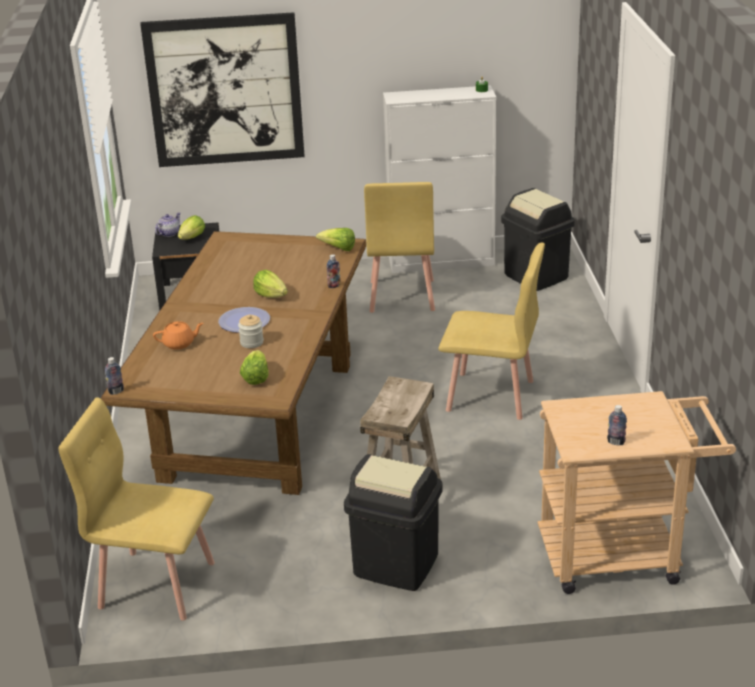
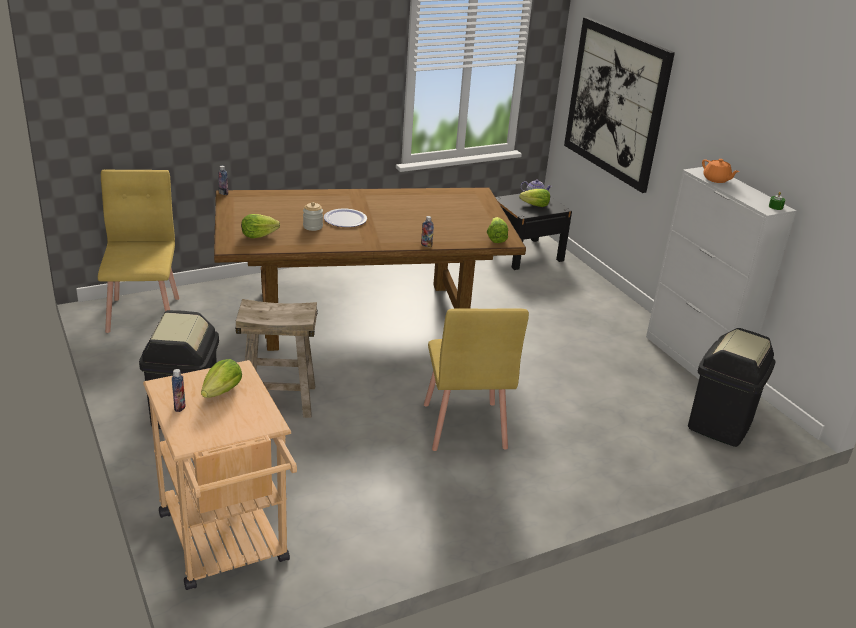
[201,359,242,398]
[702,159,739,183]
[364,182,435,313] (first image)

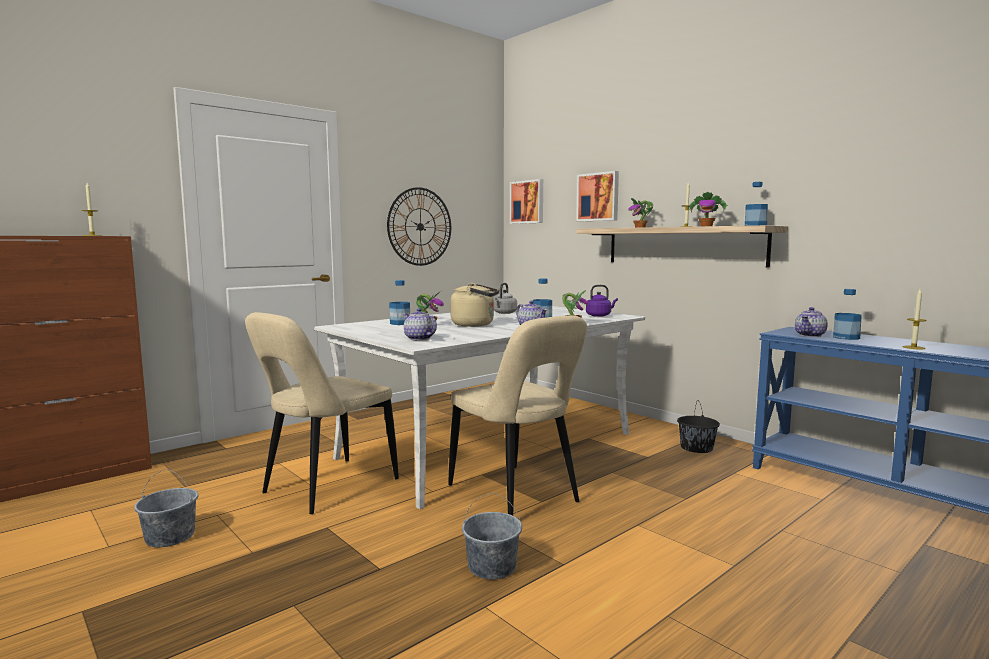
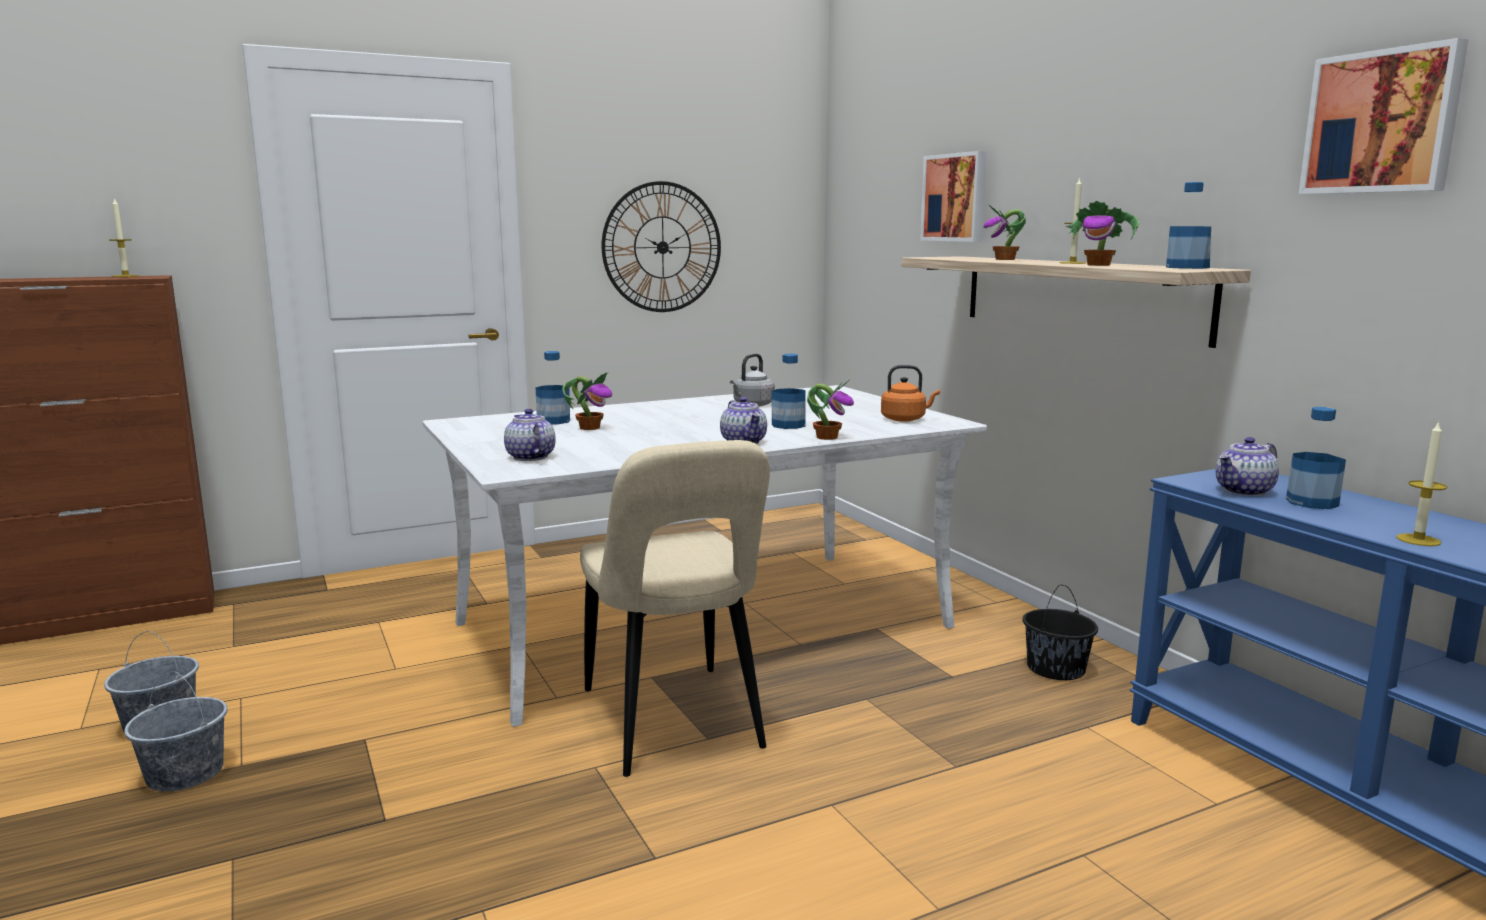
[124,671,227,791]
[881,365,940,422]
[1299,38,1469,194]
[245,312,399,514] (first image)
[450,283,499,327] (first image)

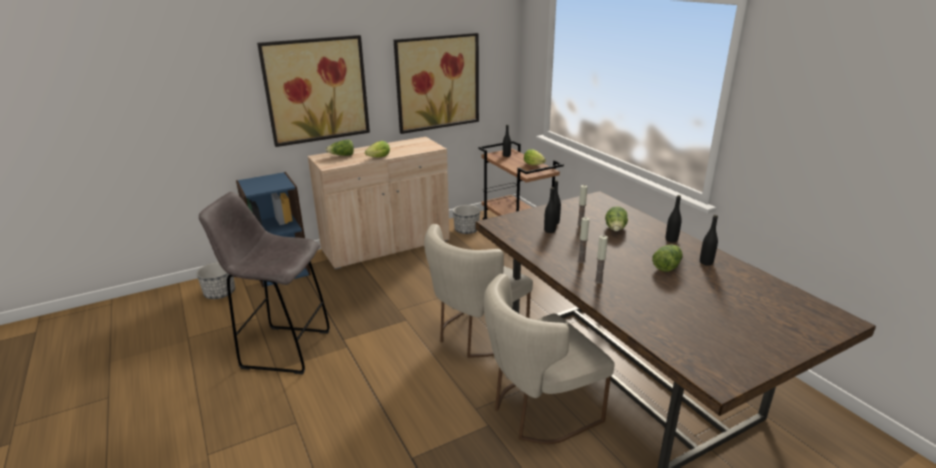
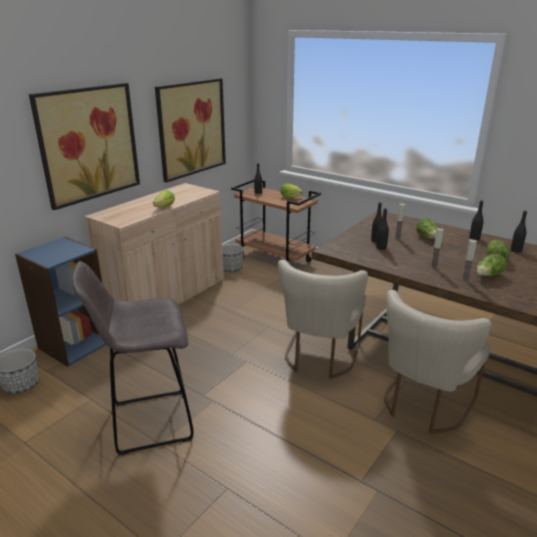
[477,254,506,276]

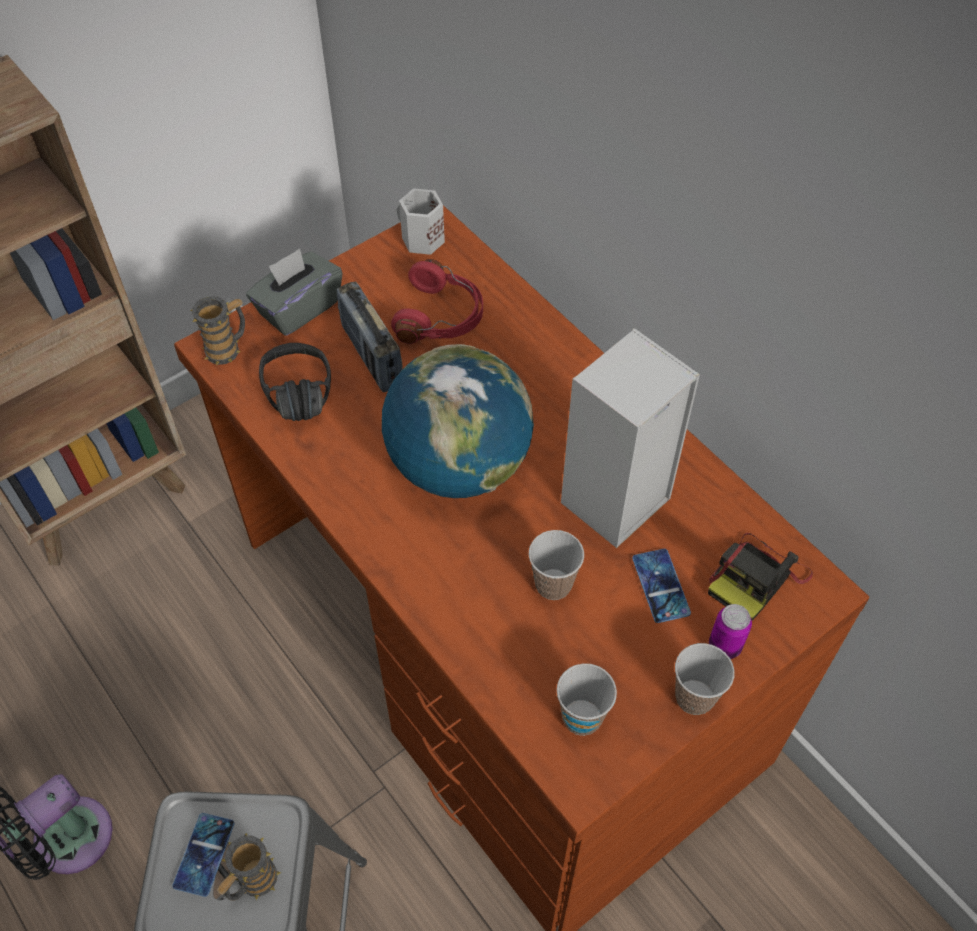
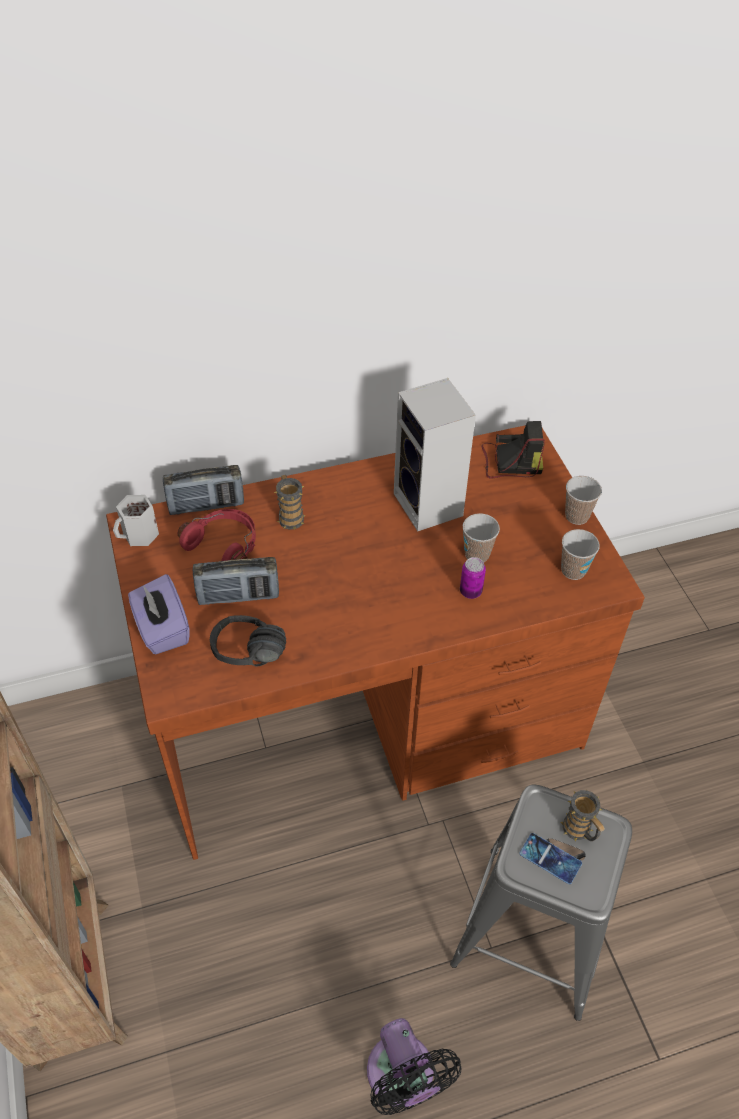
[128,574,190,654]
[163,465,244,515]
[274,475,306,530]
[460,557,486,599]
[482,421,545,479]
[382,344,534,498] (first image)
[632,549,691,623] (first image)

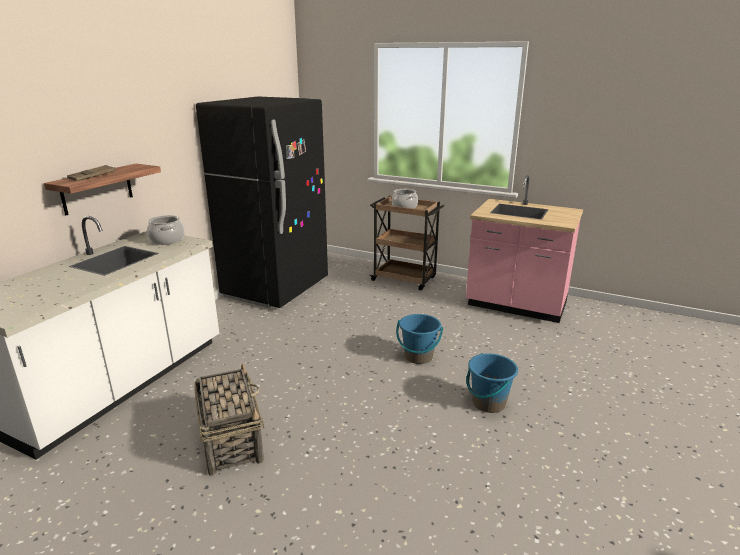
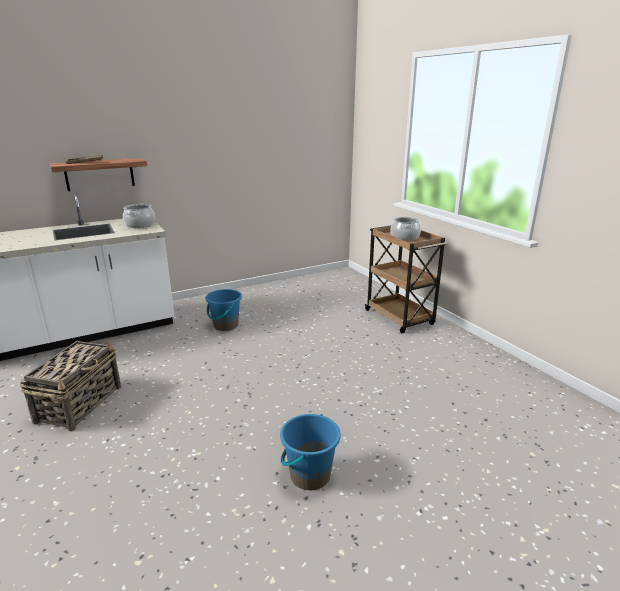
[205,289,242,331]
[196,97,328,308] (first image)
[466,175,583,323] (first image)

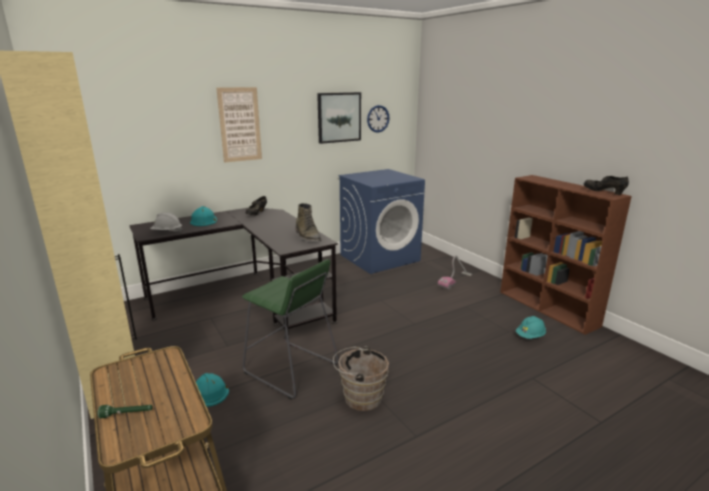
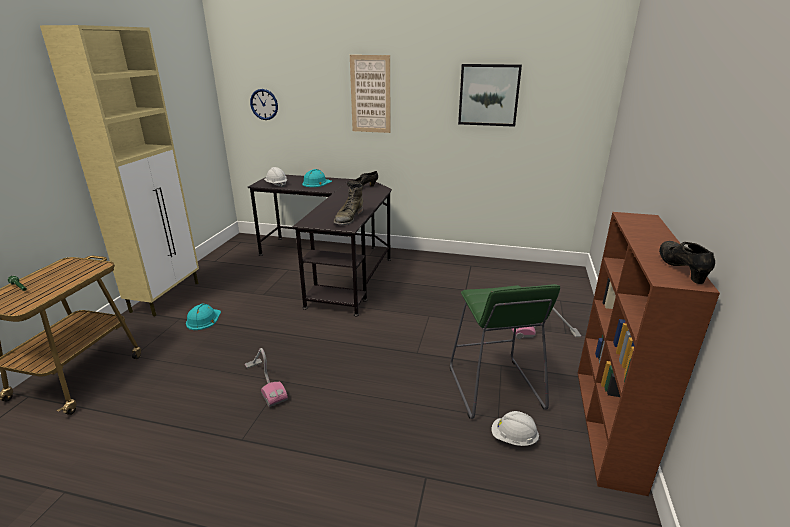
[245,348,288,407]
[250,89,278,120]
[450,284,560,419]
[492,411,539,446]
[339,169,425,274] (first image)

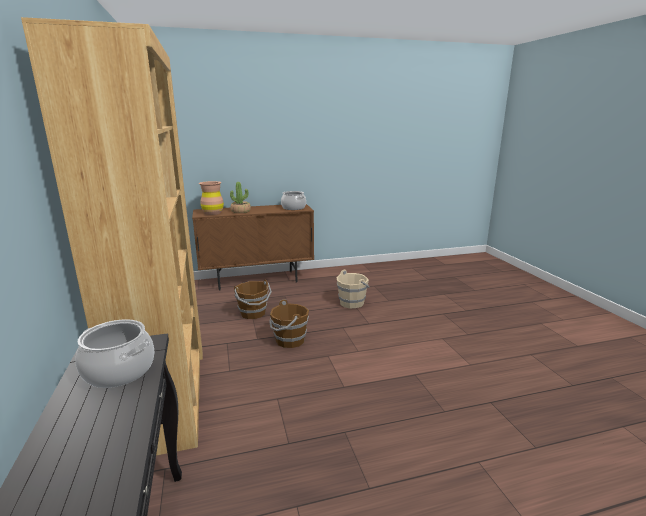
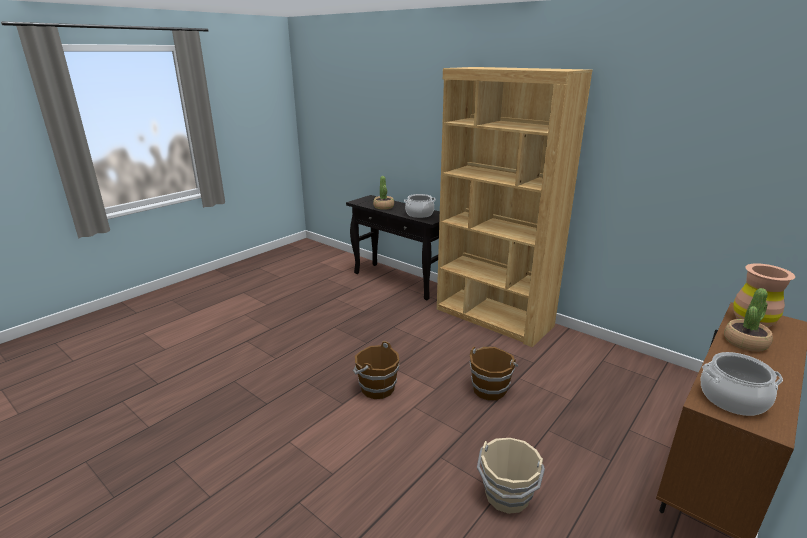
[353,341,399,399]
[373,176,394,210]

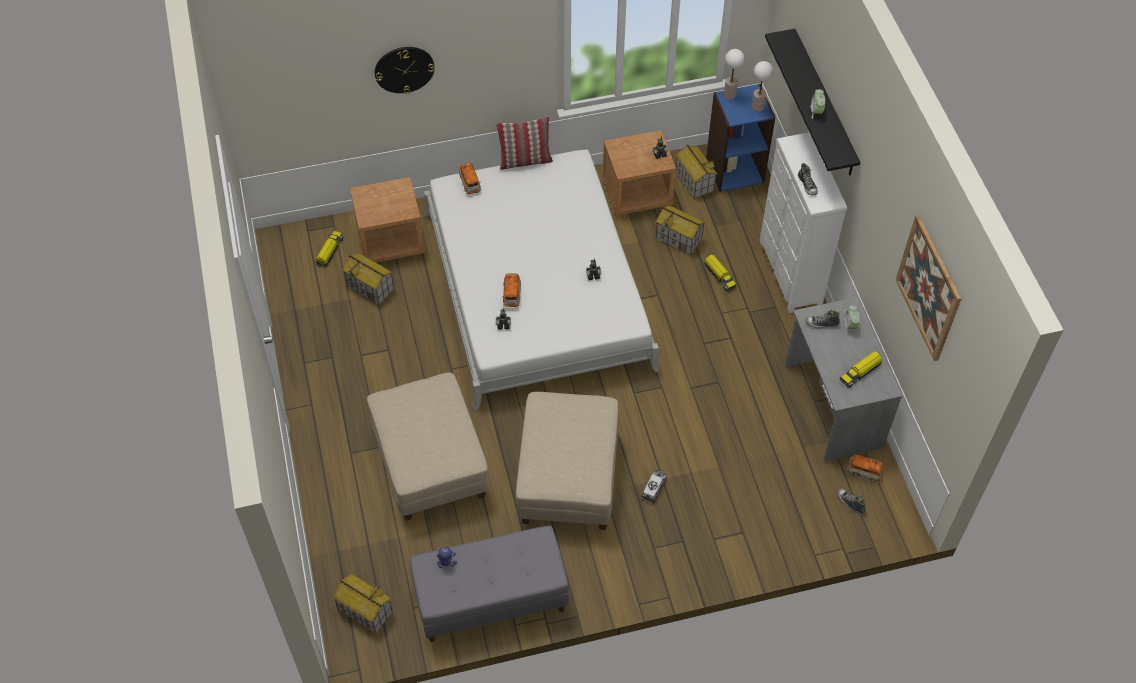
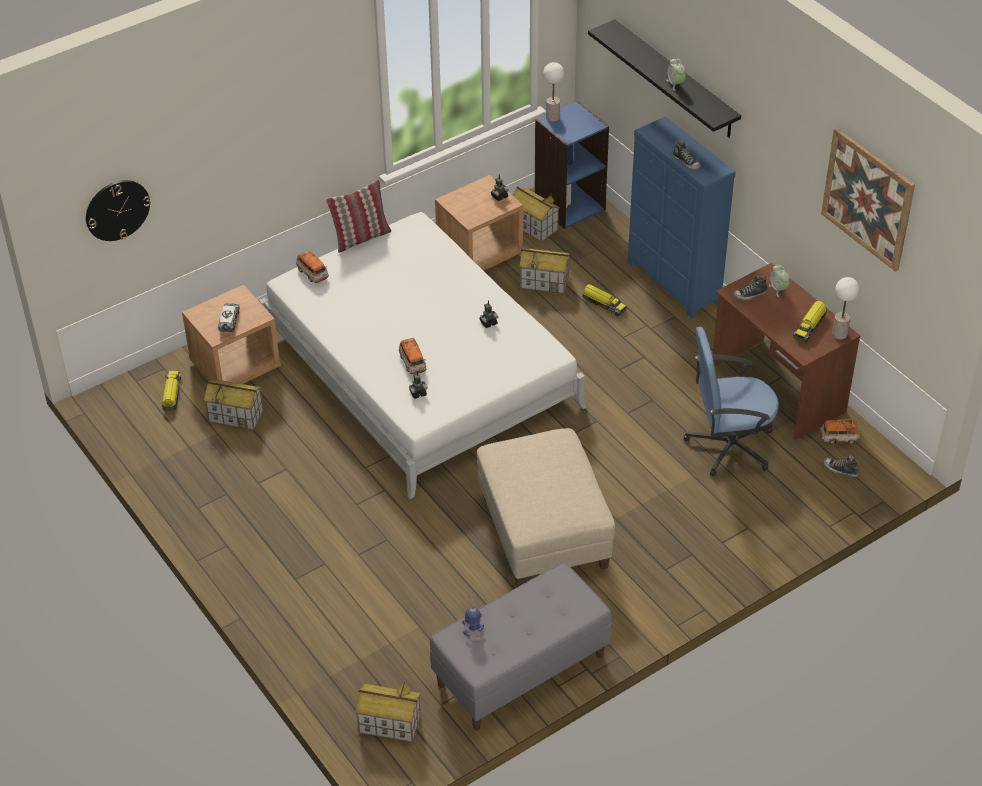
[86,180,151,241]
[218,303,240,332]
[628,116,736,318]
[683,327,779,476]
[713,263,860,440]
[832,277,860,340]
[367,373,488,521] (first image)

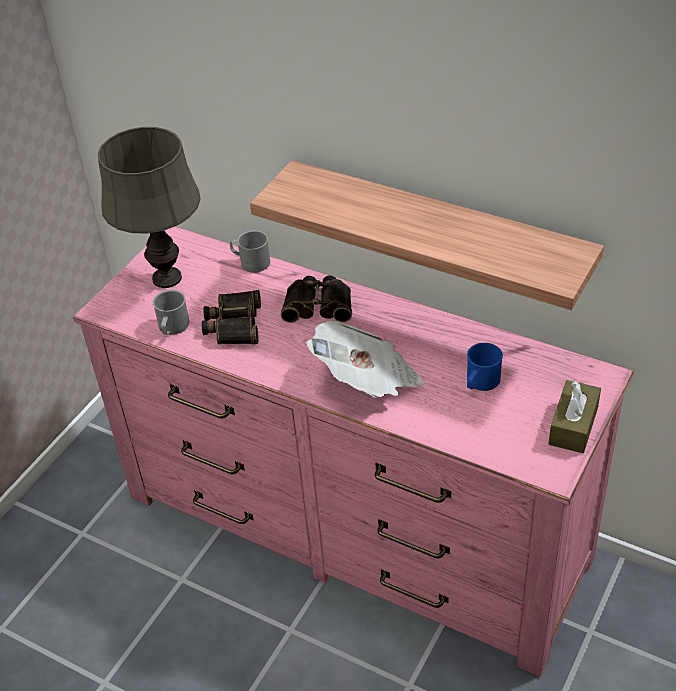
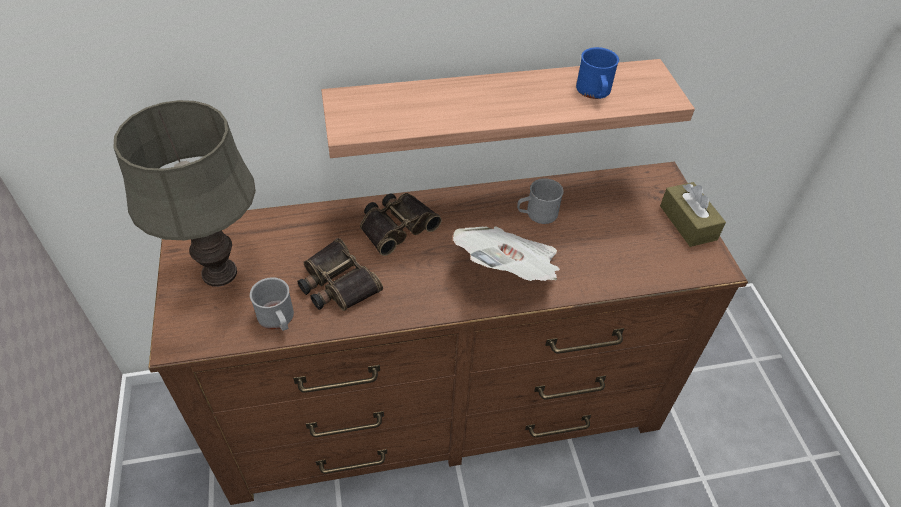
[149,162,748,505]
[517,178,564,224]
[576,47,619,99]

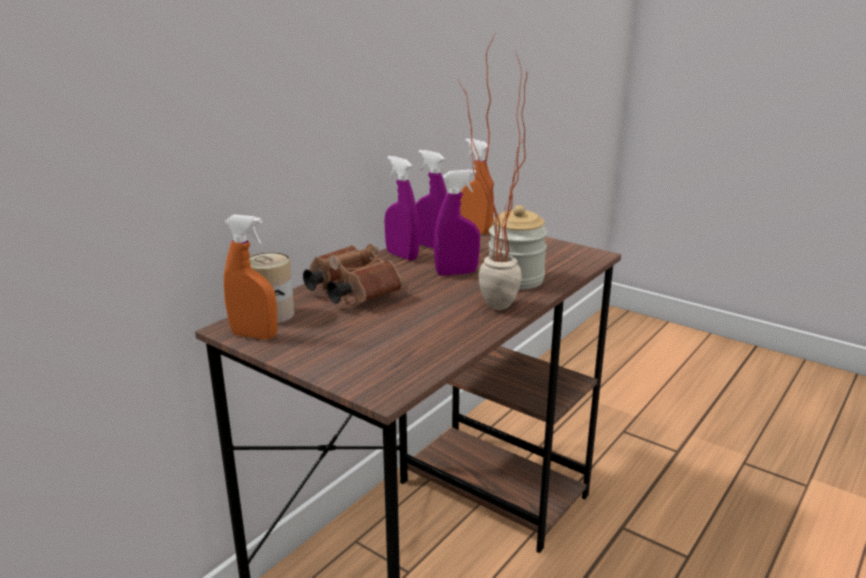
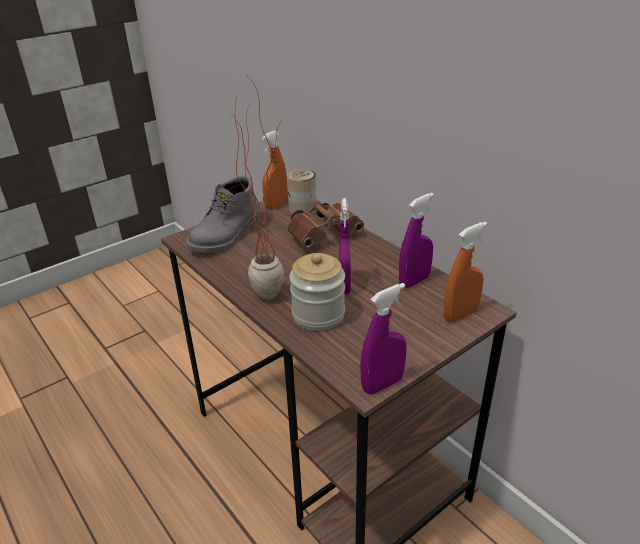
[186,176,258,253]
[360,283,407,394]

